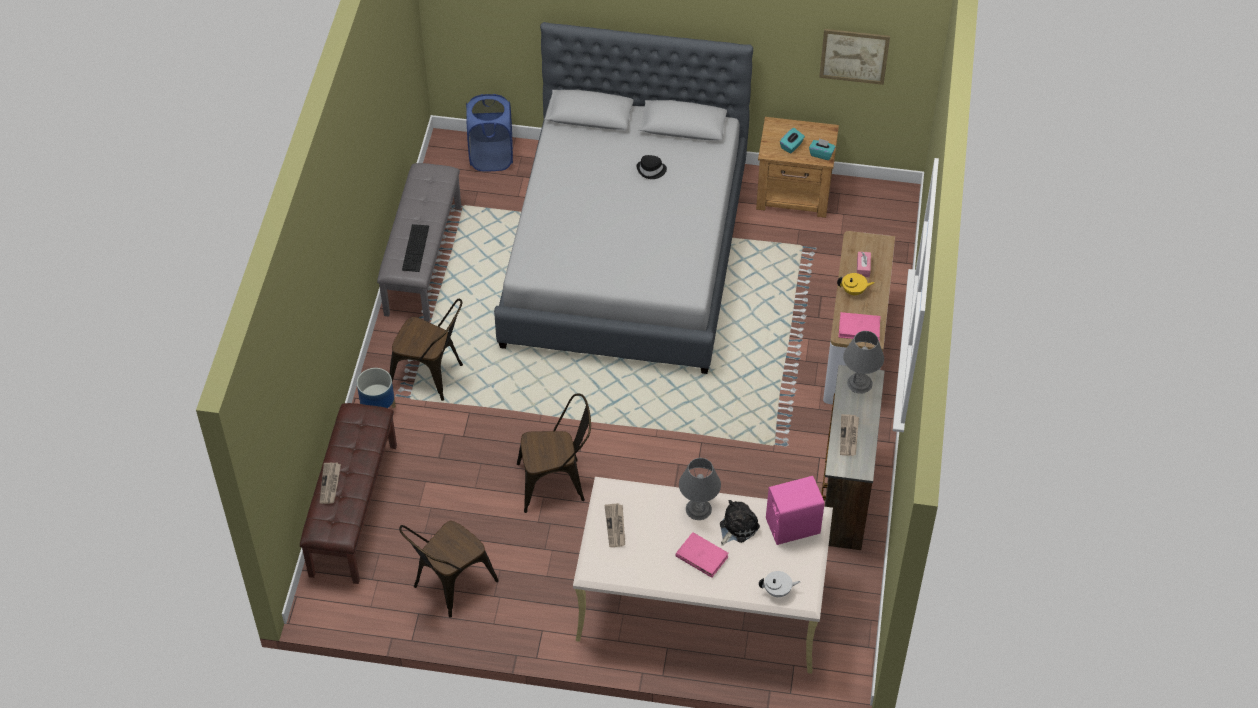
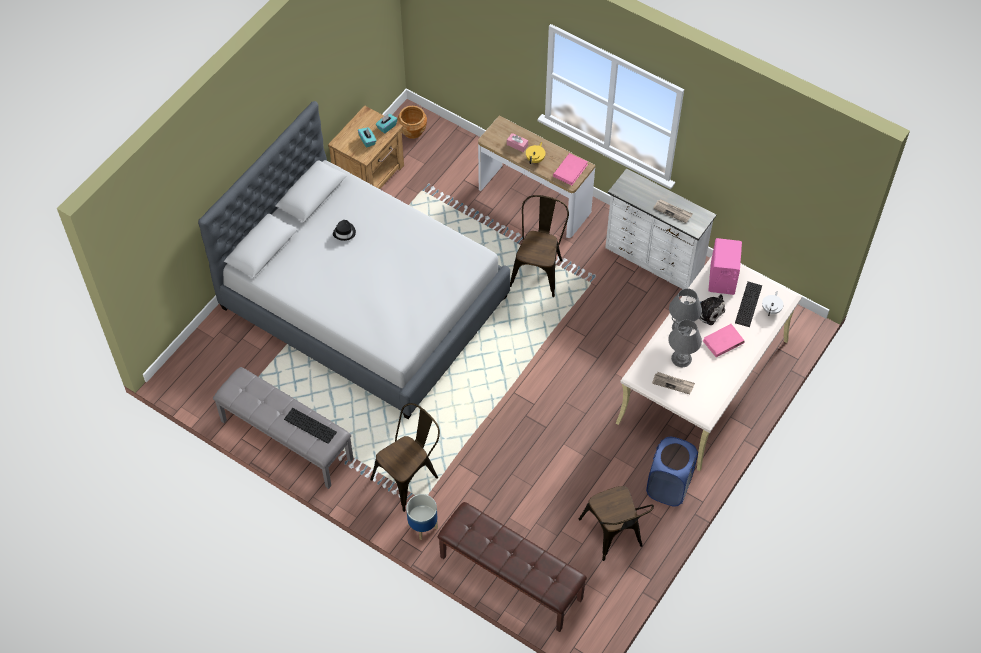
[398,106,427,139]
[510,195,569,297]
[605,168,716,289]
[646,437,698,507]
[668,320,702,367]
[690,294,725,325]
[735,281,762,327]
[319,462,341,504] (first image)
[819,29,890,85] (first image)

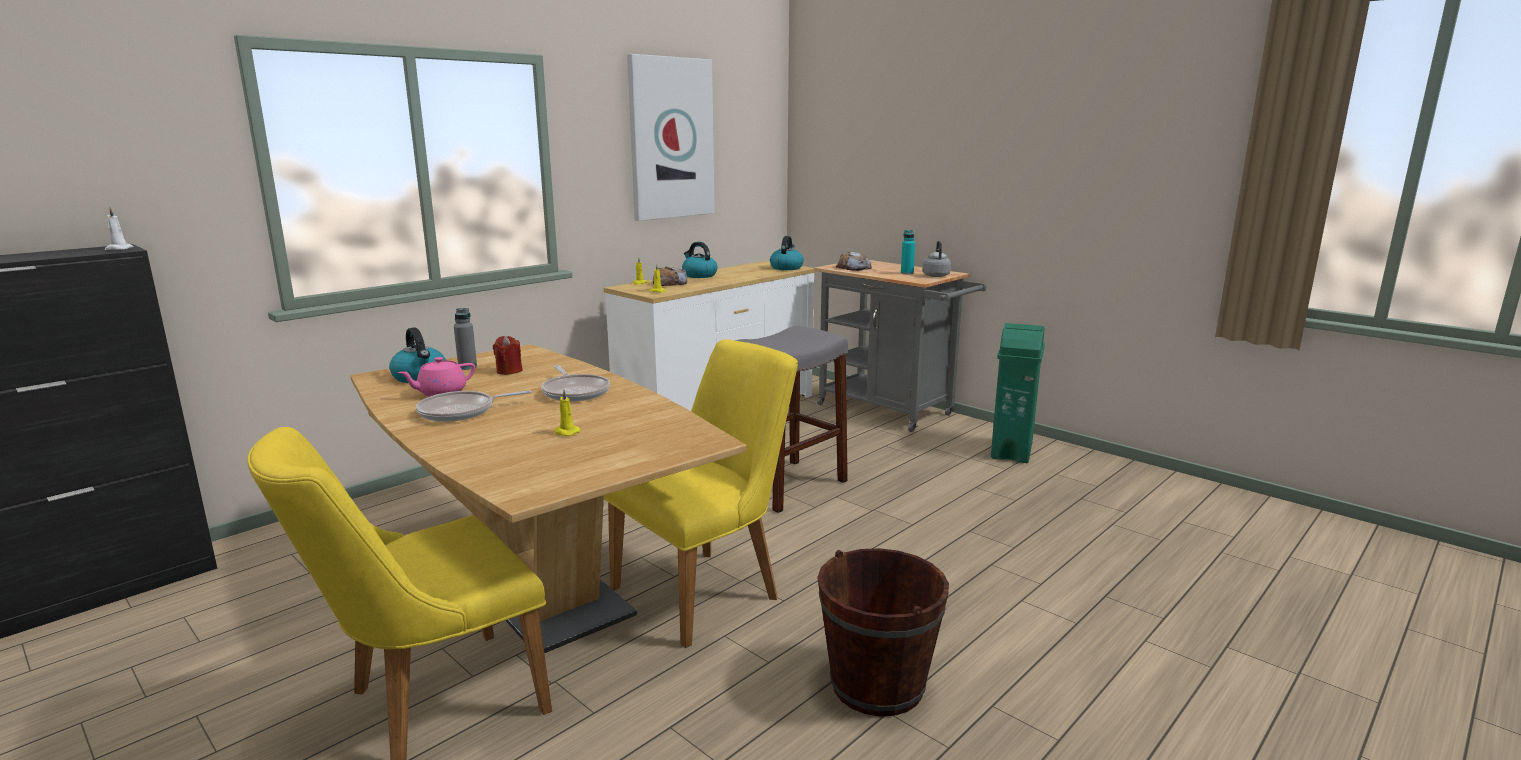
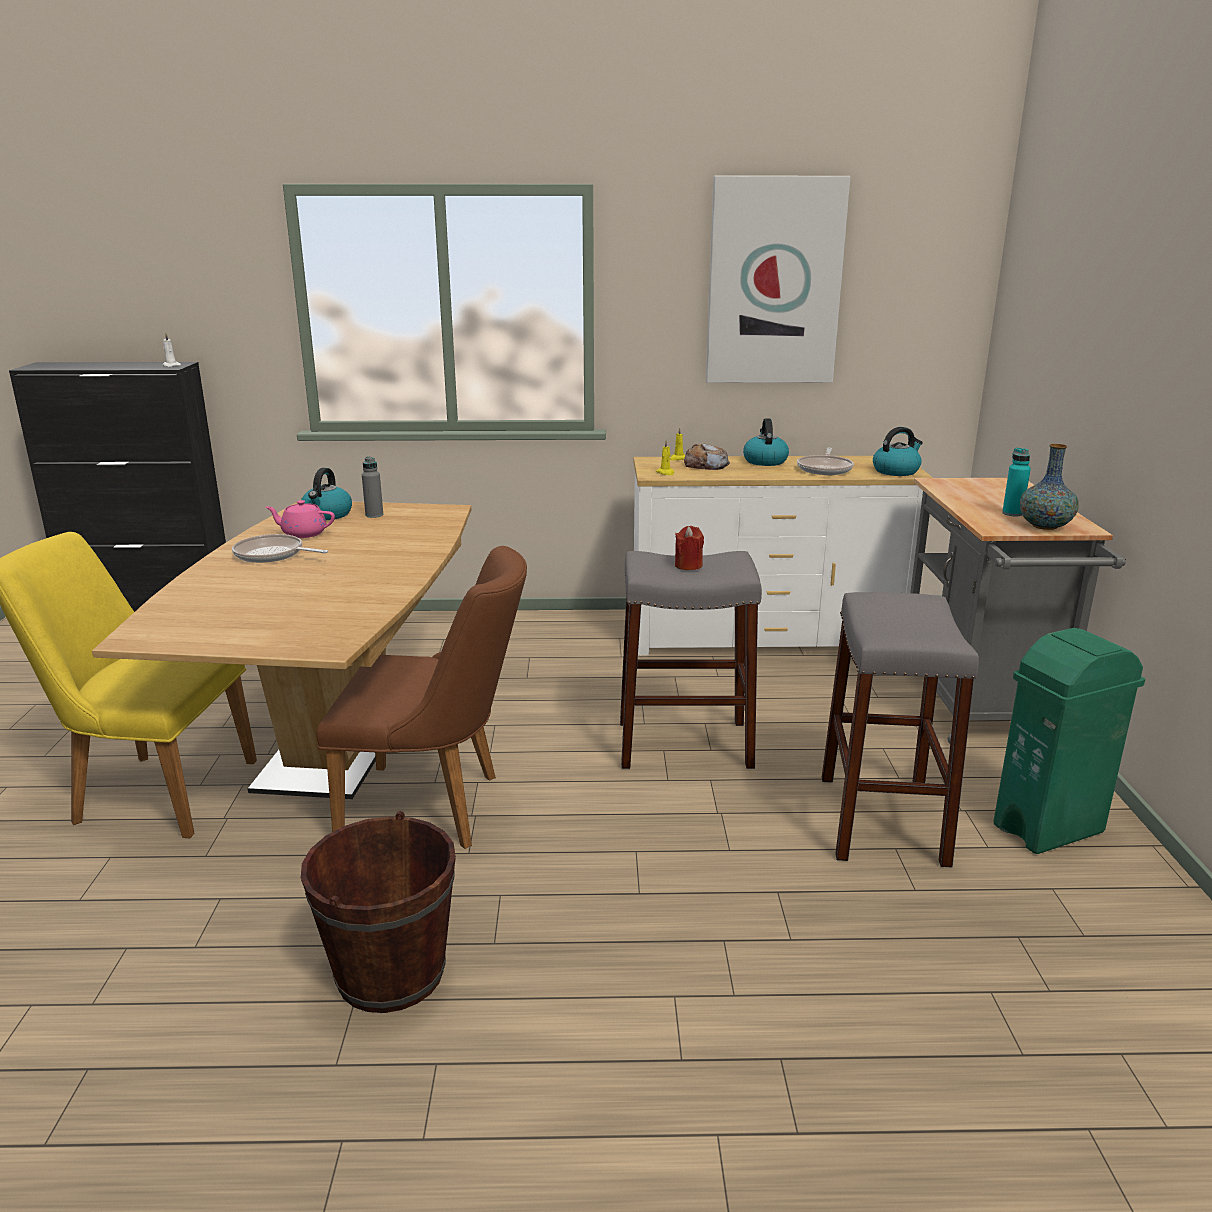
[317,546,527,849]
[675,526,704,570]
[797,448,854,475]
[822,592,979,868]
[1020,444,1079,530]
[555,390,580,436] (first image)
[836,251,872,271] (first image)

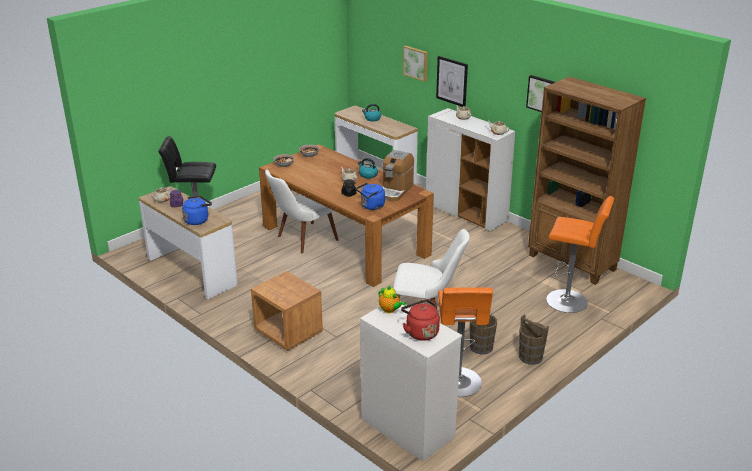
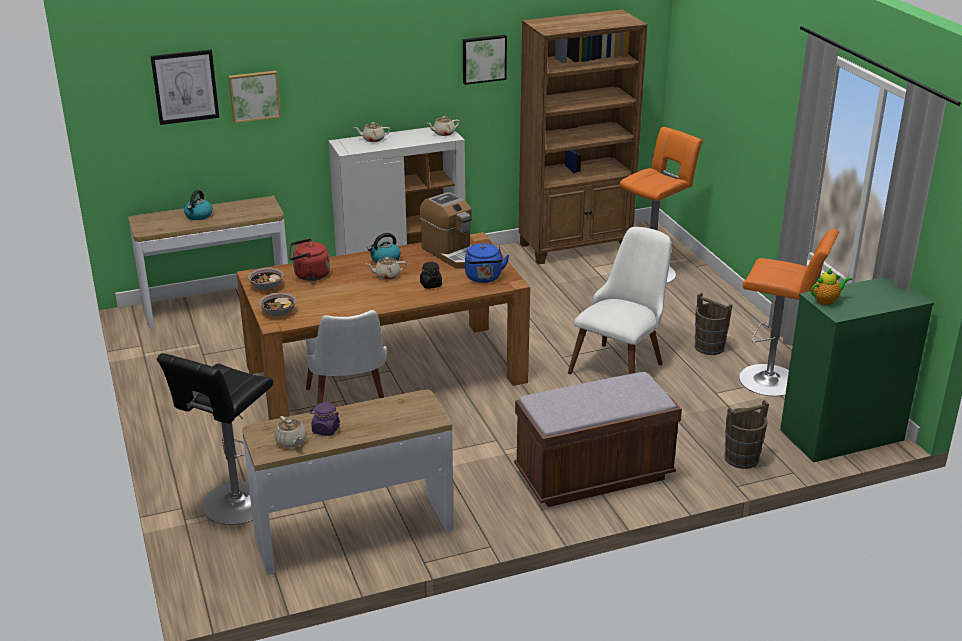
[150,50,219,125]
[289,238,330,281]
[514,372,682,507]
[724,400,769,469]
[780,278,934,462]
[182,196,212,225] (first image)

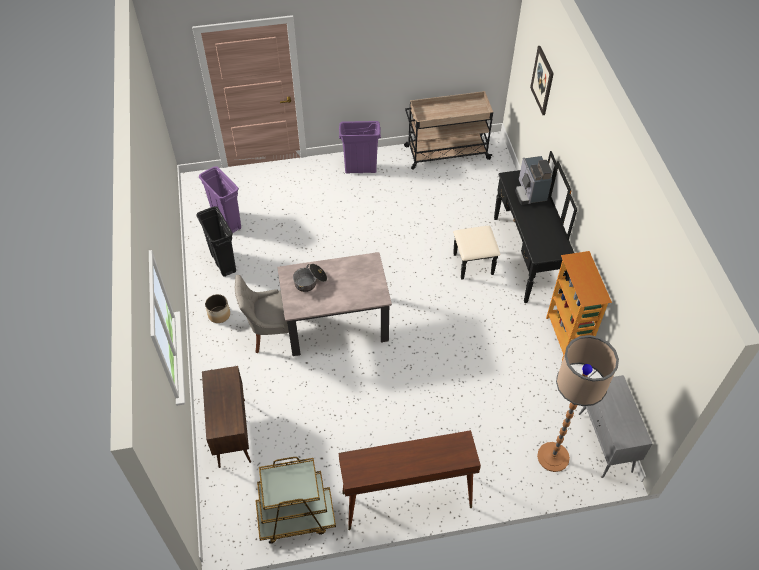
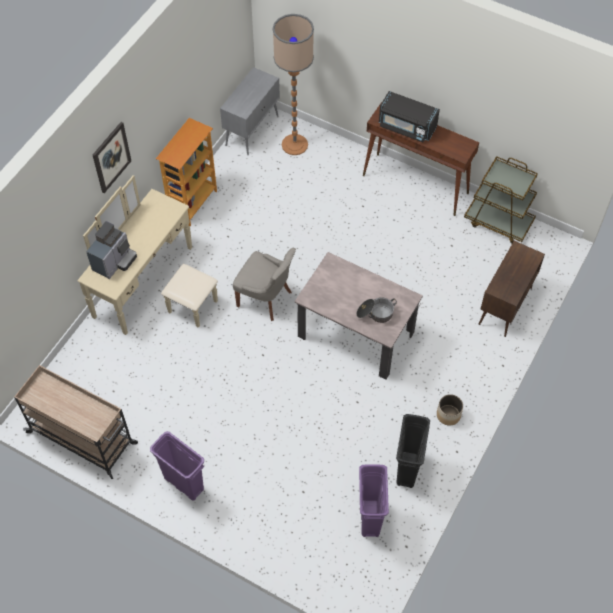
[78,175,218,335]
[93,122,131,193]
[233,248,296,321]
[379,91,440,142]

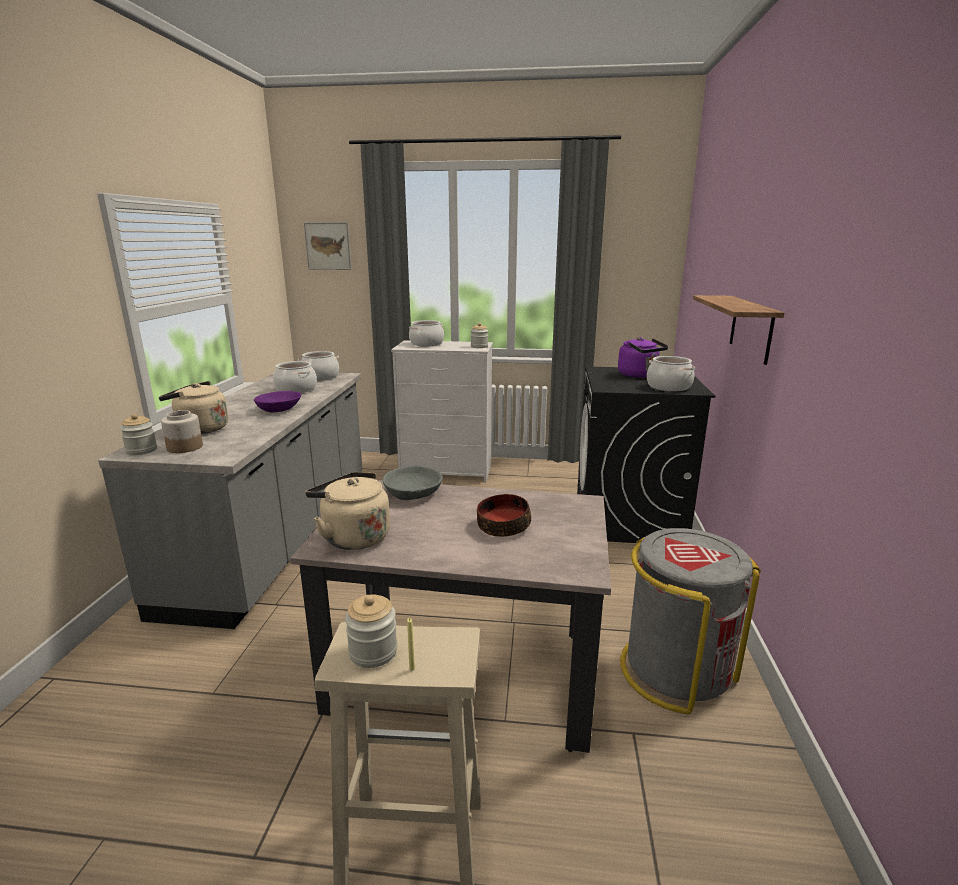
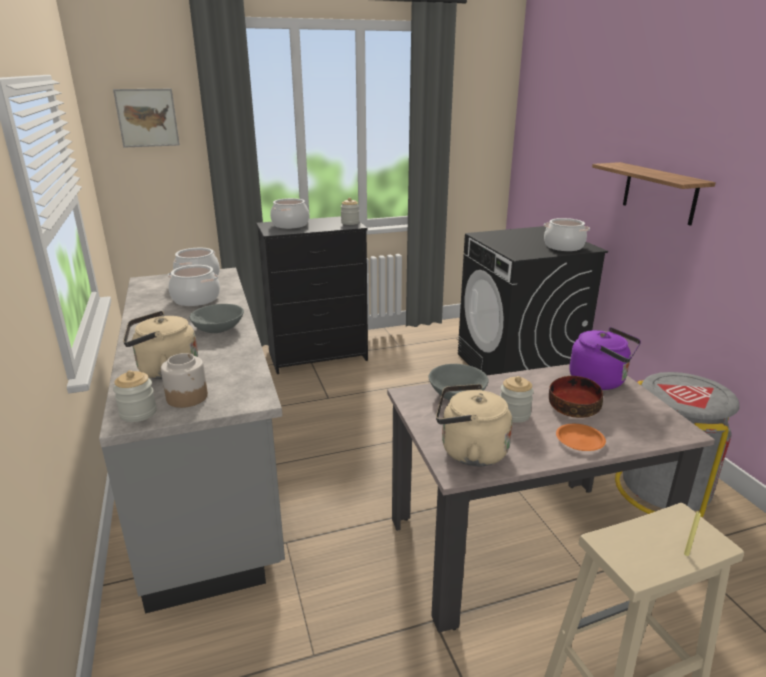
[189,304,244,333]
[256,216,368,374]
[500,376,534,423]
[556,424,606,451]
[569,327,641,390]

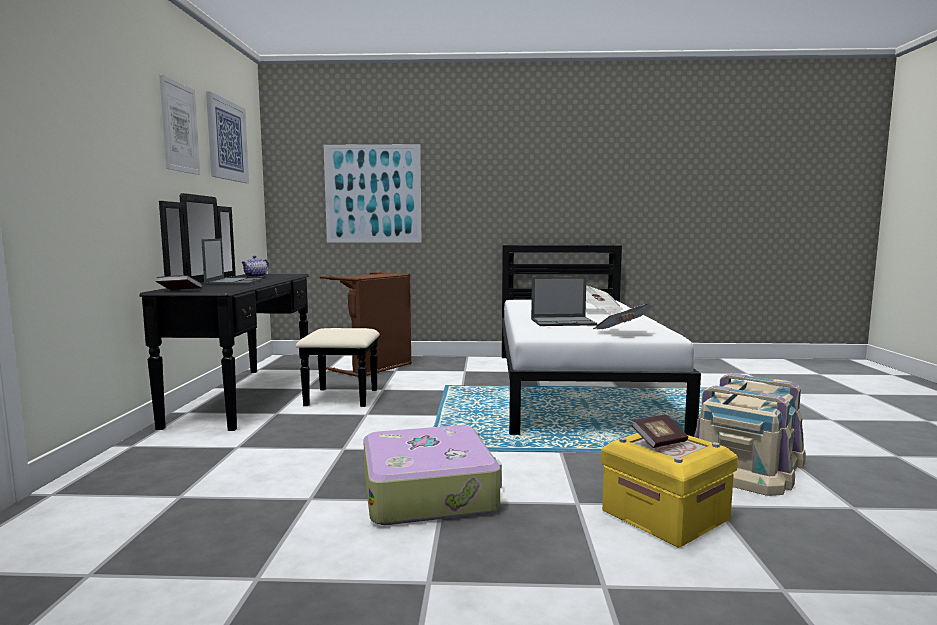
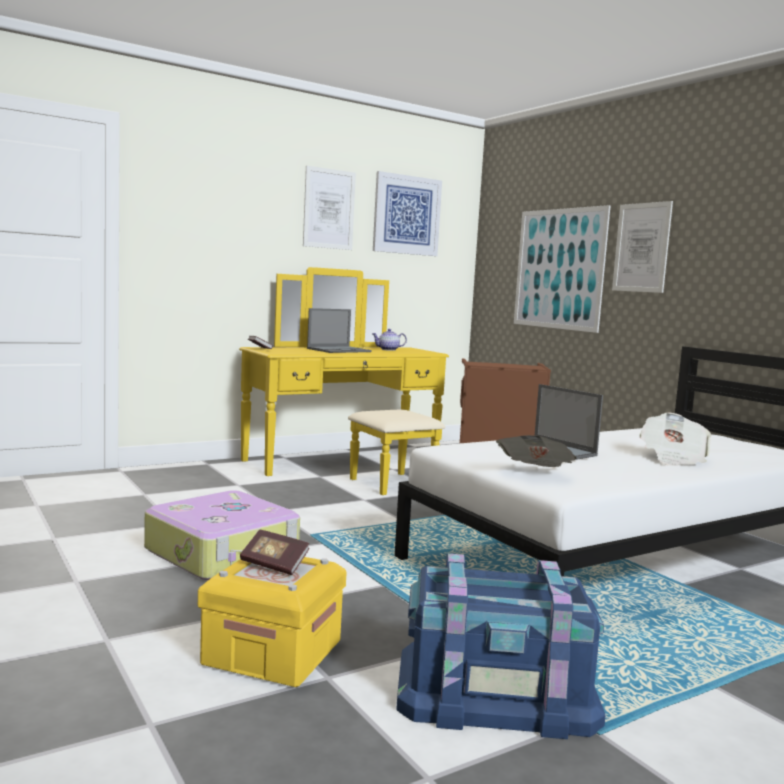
[239,267,449,495]
[397,553,605,739]
[612,201,673,293]

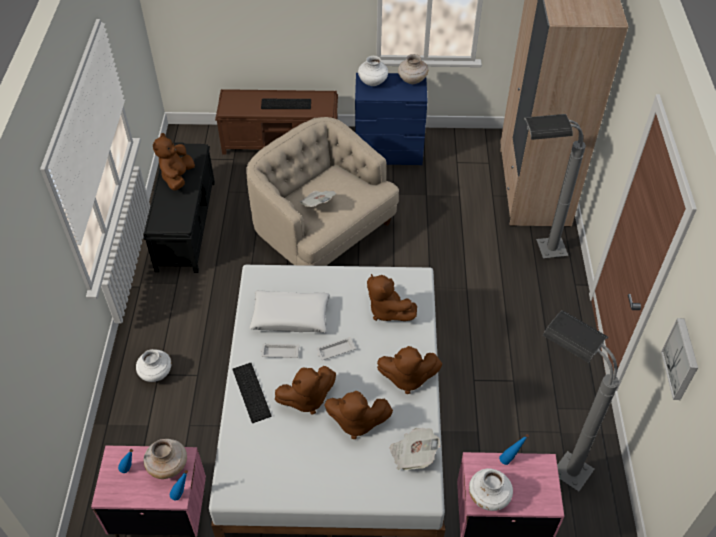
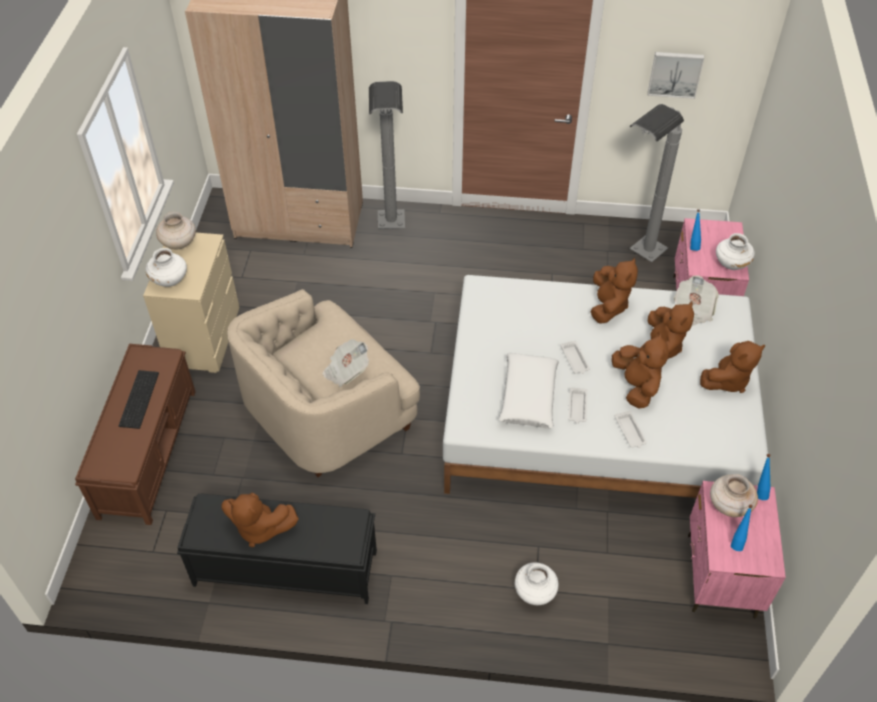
[143,233,239,373]
[615,411,647,448]
[700,341,765,393]

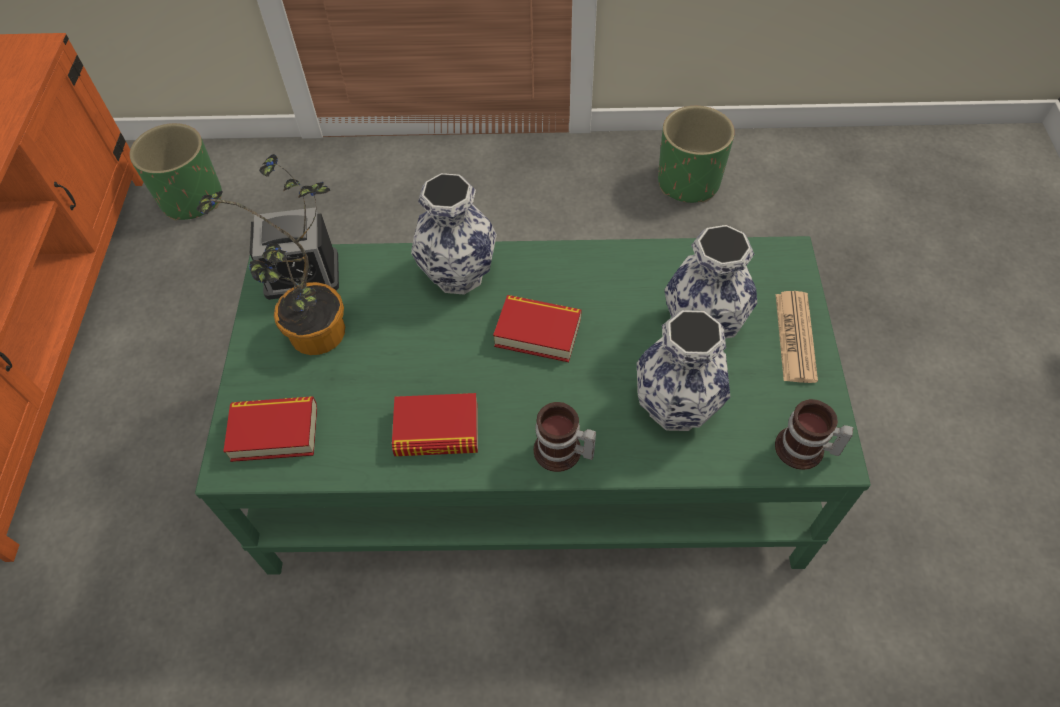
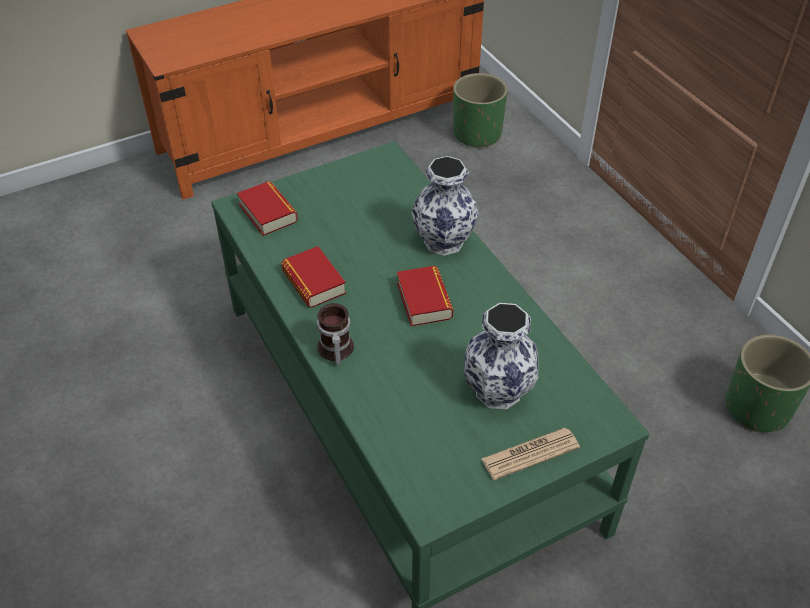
[196,154,345,355] (first image)
[250,207,339,300] (first image)
[637,310,730,431] (first image)
[775,399,853,470] (first image)

